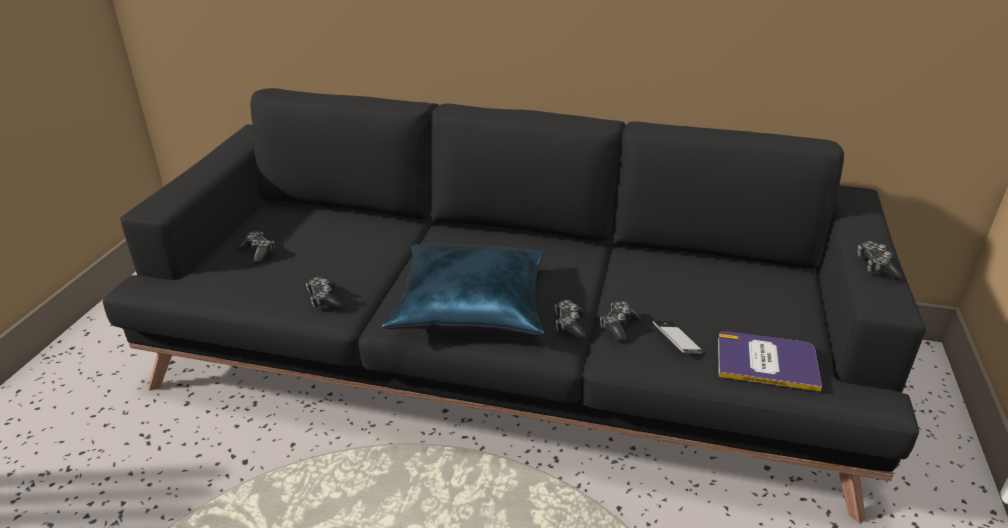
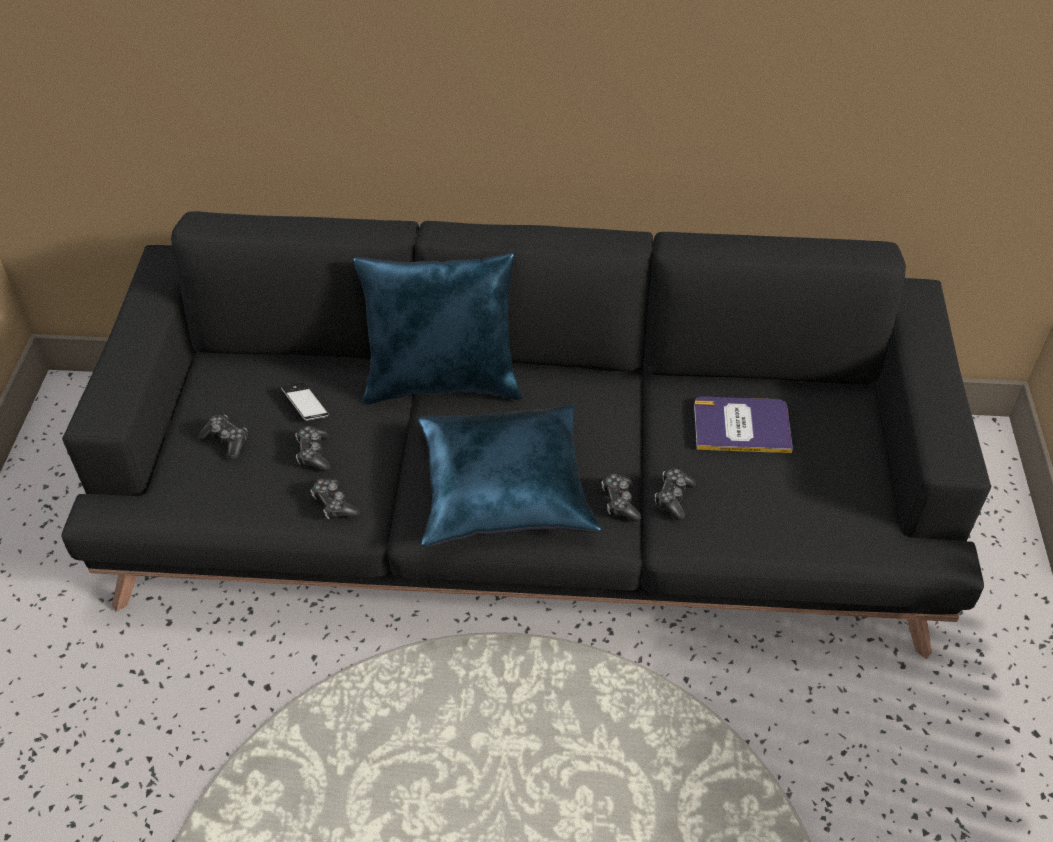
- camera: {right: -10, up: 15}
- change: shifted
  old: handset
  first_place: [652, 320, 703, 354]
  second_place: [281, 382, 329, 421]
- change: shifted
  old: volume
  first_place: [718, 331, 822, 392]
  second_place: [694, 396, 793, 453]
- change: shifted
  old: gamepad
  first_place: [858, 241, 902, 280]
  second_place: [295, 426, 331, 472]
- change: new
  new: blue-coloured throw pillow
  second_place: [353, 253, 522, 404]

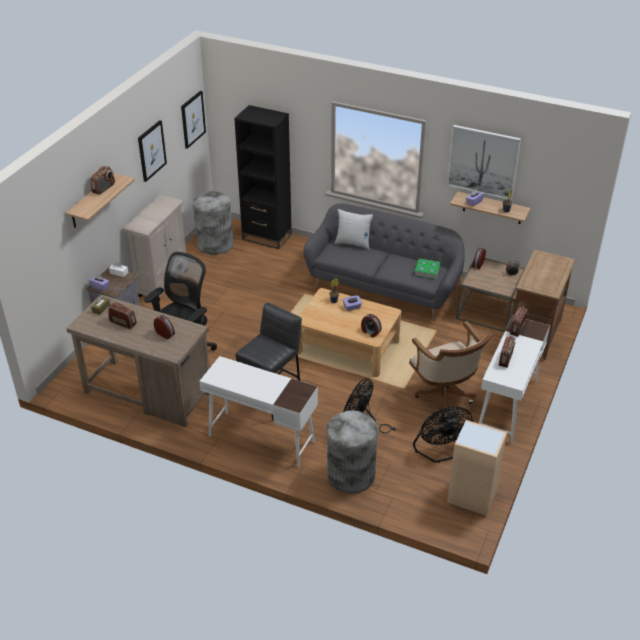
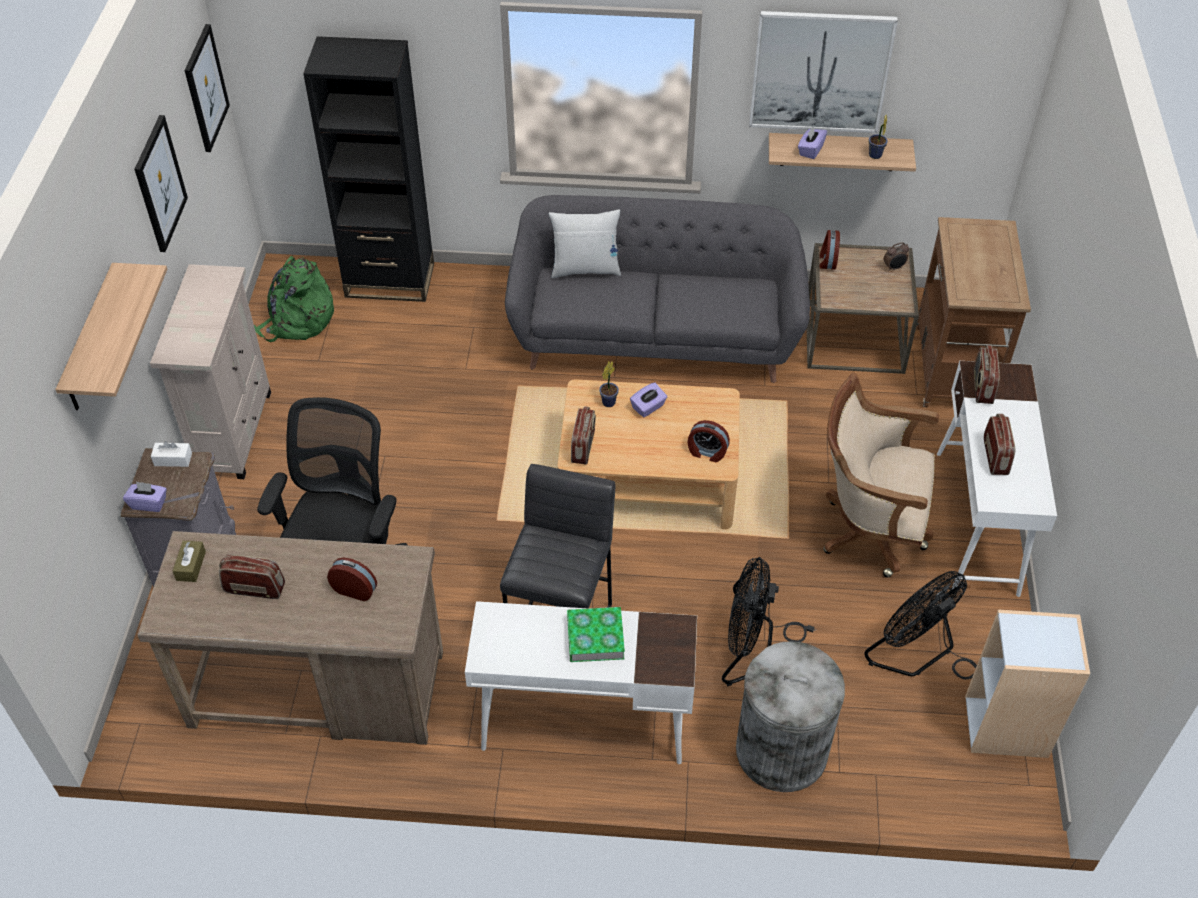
- camera: {right: -20, up: 10}
- change: shifted
  old: radio receiver
  first_place: [90, 166, 115, 195]
  second_place: [571, 406, 596, 465]
- change: swapped
  old: grey trash can
  new: greenish knapsack
  first_place: [193, 191, 233, 255]
  second_place: [254, 256, 334, 342]
- change: rotated
  old: office chair
  first_place: [409, 321, 494, 415]
  second_place: [823, 372, 939, 577]
  degrees: 150
- change: shifted
  old: volume
  first_place: [414, 259, 440, 279]
  second_place: [567, 607, 625, 662]

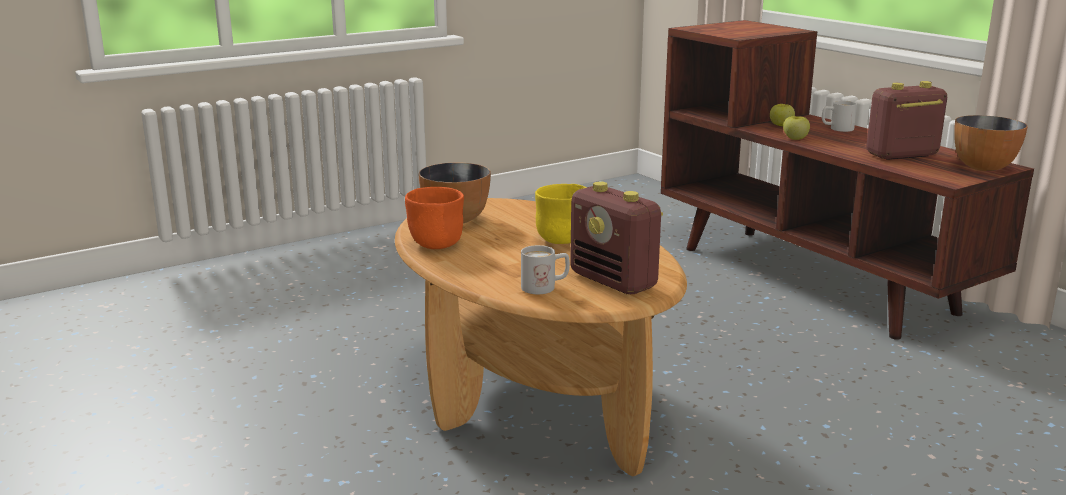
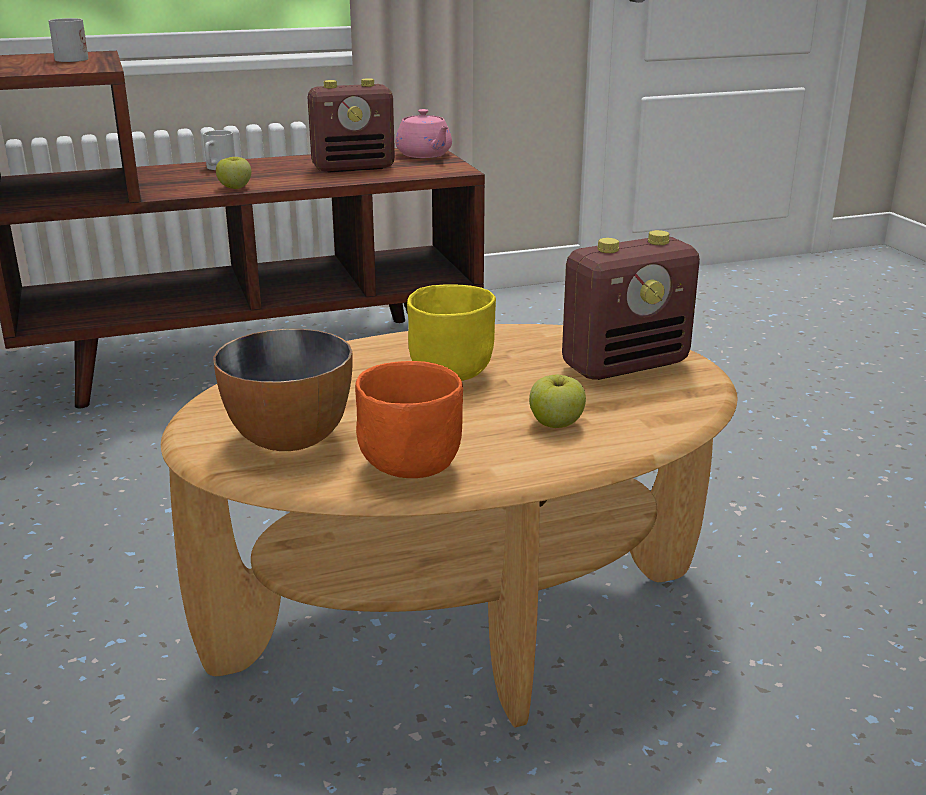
- camera: {right: -75, up: 5}
- change: shifted
  old: white mug
  first_place: [521, 245, 570, 294]
  second_place: [48, 18, 89, 62]
- change: shifted
  old: apple fruit
  first_place: [770, 104, 795, 126]
  second_place: [529, 375, 586, 428]
- change: rotated
  old: radio receiver
  first_place: [866, 81, 947, 160]
  second_place: [307, 78, 395, 173]
  degrees: -105
- change: swapped
  old: deep dish
  new: pink-coloured teapot
  first_place: [954, 115, 1028, 171]
  second_place: [395, 109, 452, 158]

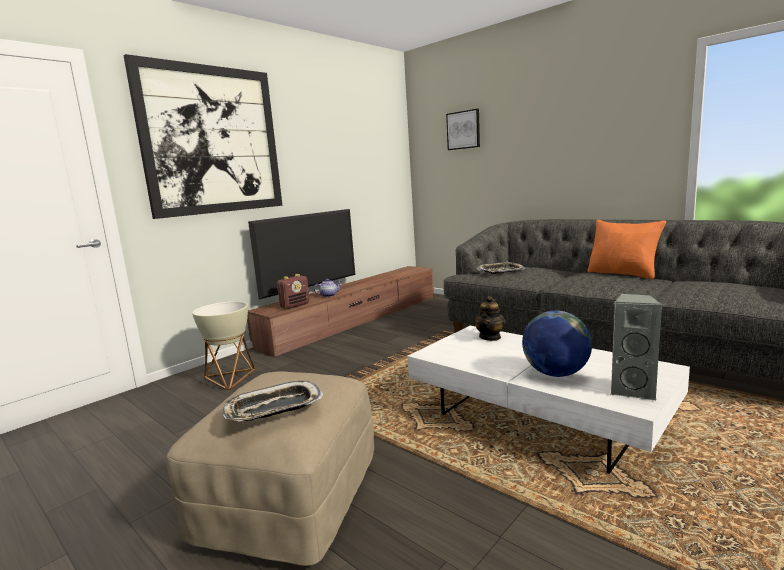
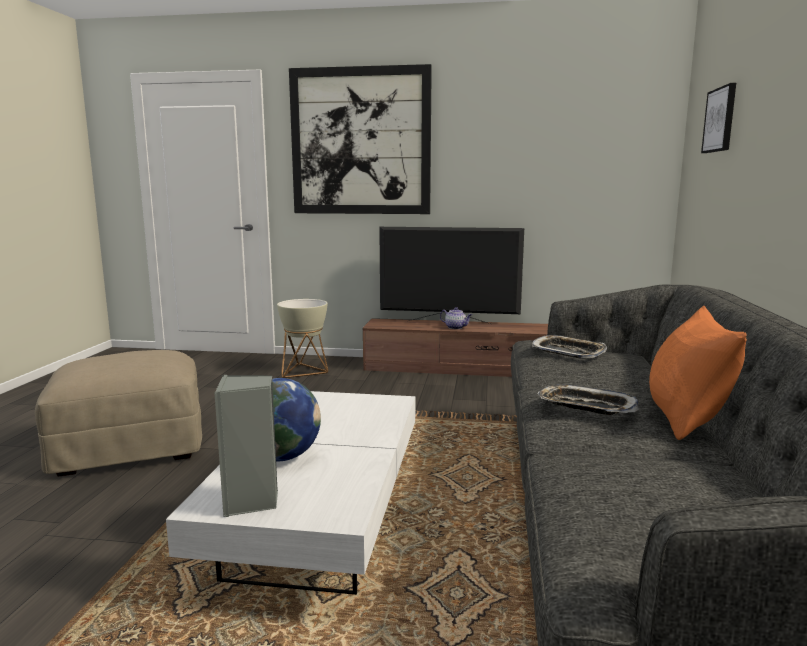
- camera: {right: 55, up: 0}
- change: shifted
  old: serving tray
  first_place: [222, 381, 324, 421]
  second_place: [537, 384, 639, 415]
- change: gone
  old: radio receiver
  first_place: [277, 274, 310, 309]
- change: gone
  old: teapot
  first_place: [474, 296, 506, 341]

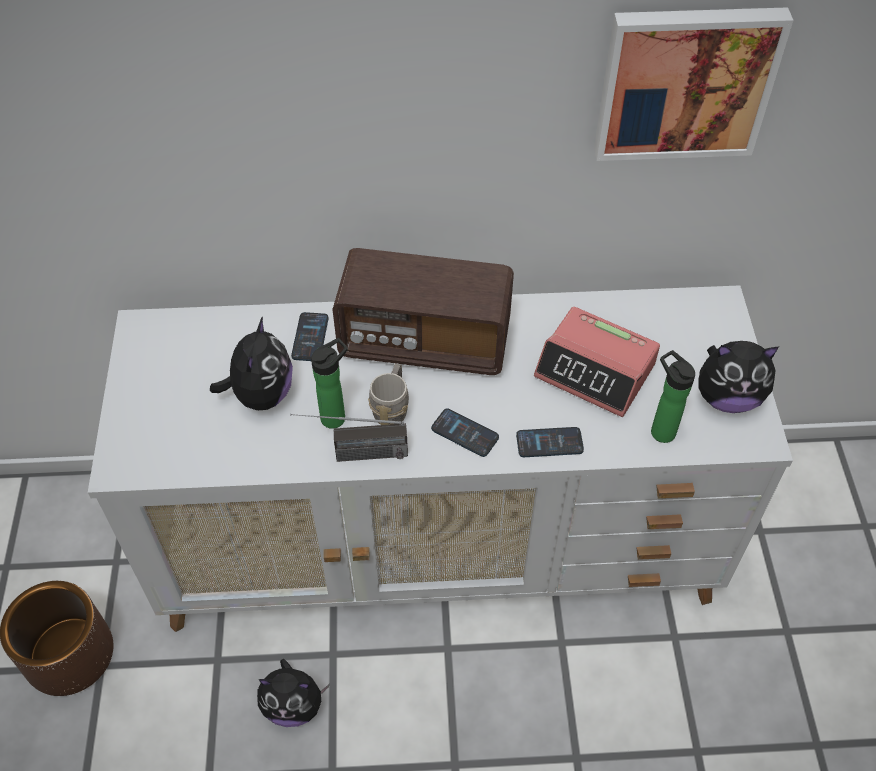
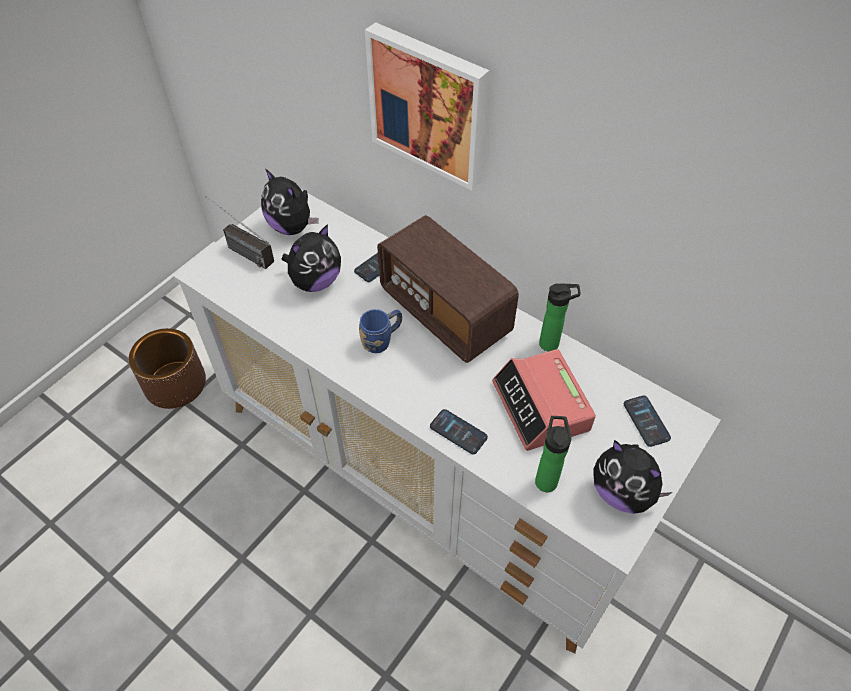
- camera: {right: 40, up: 0}
- change: shifted
  old: cuddly toy
  first_place: [257, 659, 329, 727]
  second_place: [261, 169, 319, 235]
- change: shifted
  old: radio receiver
  first_place: [290, 414, 408, 462]
  second_place: [206, 196, 274, 269]
- change: shifted
  old: drink bottle
  first_place: [311, 338, 348, 429]
  second_place: [539, 283, 580, 351]
- change: repainted
  old: grey mug
  new: blue-coloured mug
  first_place: [368, 364, 409, 425]
  second_place: [359, 309, 402, 353]
- change: shifted
  old: handset
  first_place: [431, 408, 499, 457]
  second_place: [624, 395, 671, 447]
- change: shifted
  old: picture
  first_place: [594, 7, 794, 161]
  second_place: [365, 22, 489, 190]

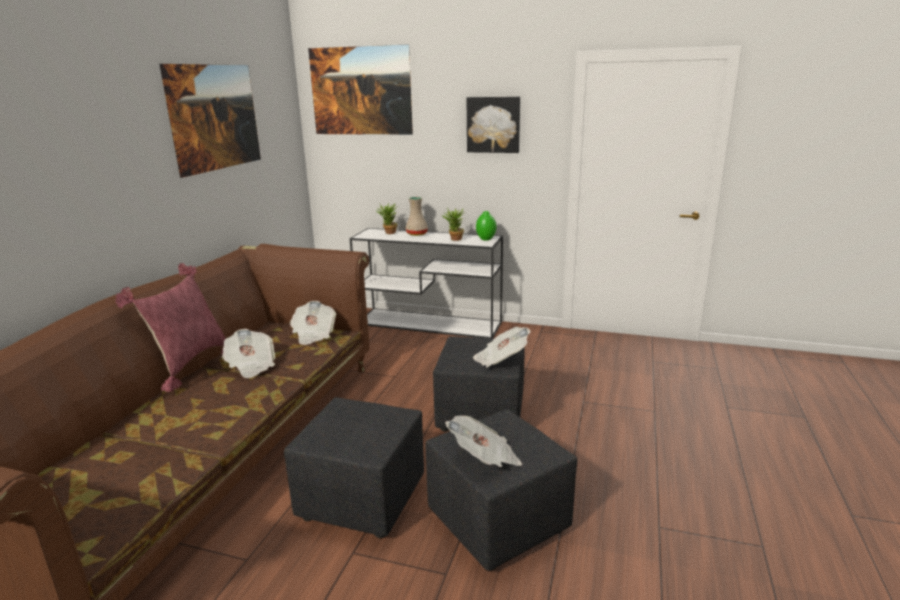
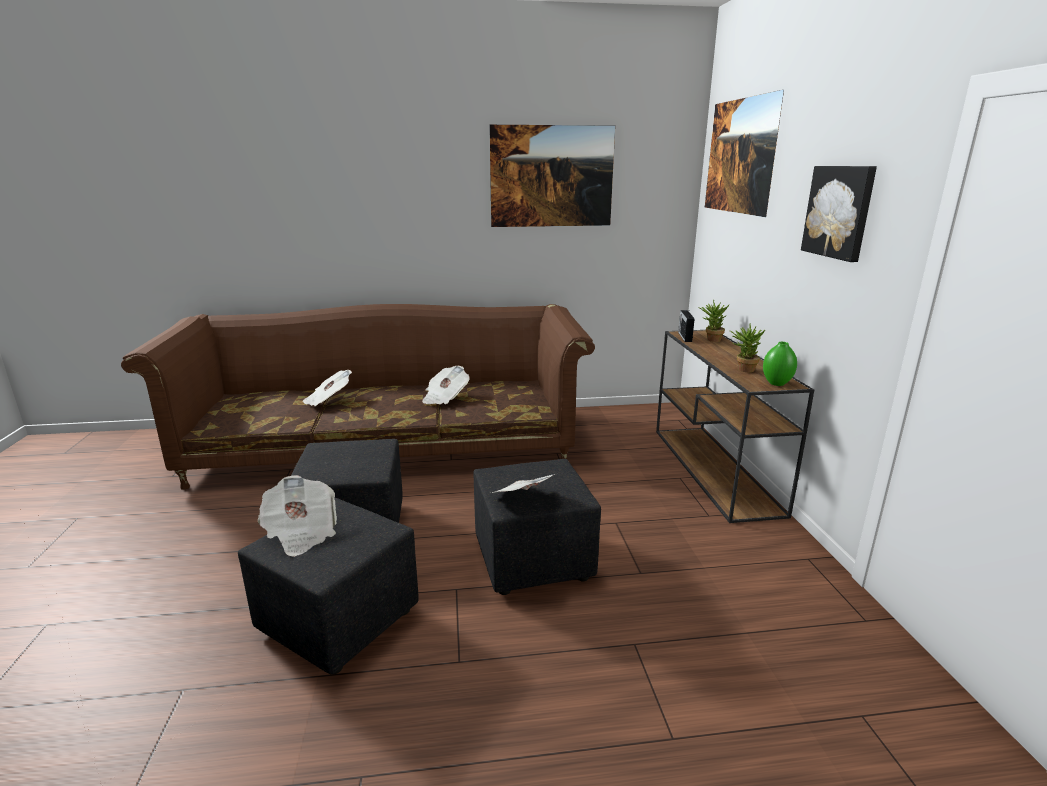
- camera: {right: 65, up: 0}
- change: gone
  old: reddish throw pillow
  first_place: [115, 263, 226, 393]
- change: shifted
  old: daily paper
  first_place: [290, 301, 336, 345]
  second_place: [303, 370, 352, 406]
- change: repainted
  old: white hall table
  new: brownish hall table
  first_place: [350, 228, 503, 339]
  second_place: [656, 330, 814, 523]
- change: gone
  old: beige vase
  first_place: [405, 197, 428, 236]
- change: new
  new: radio receiver
  second_place: [678, 310, 695, 342]

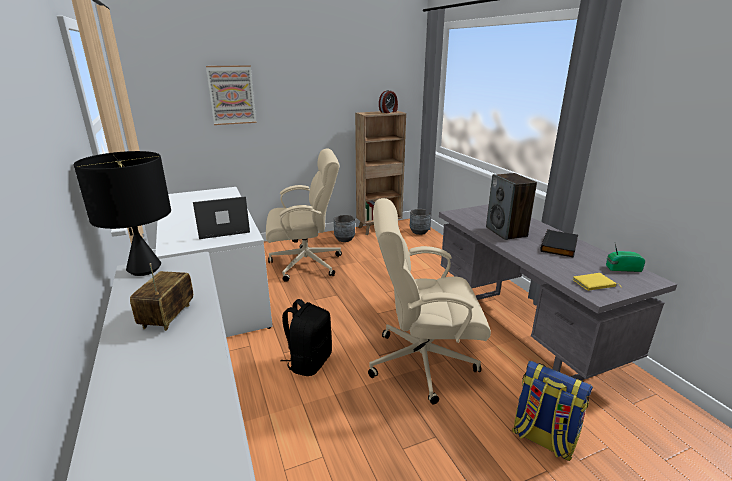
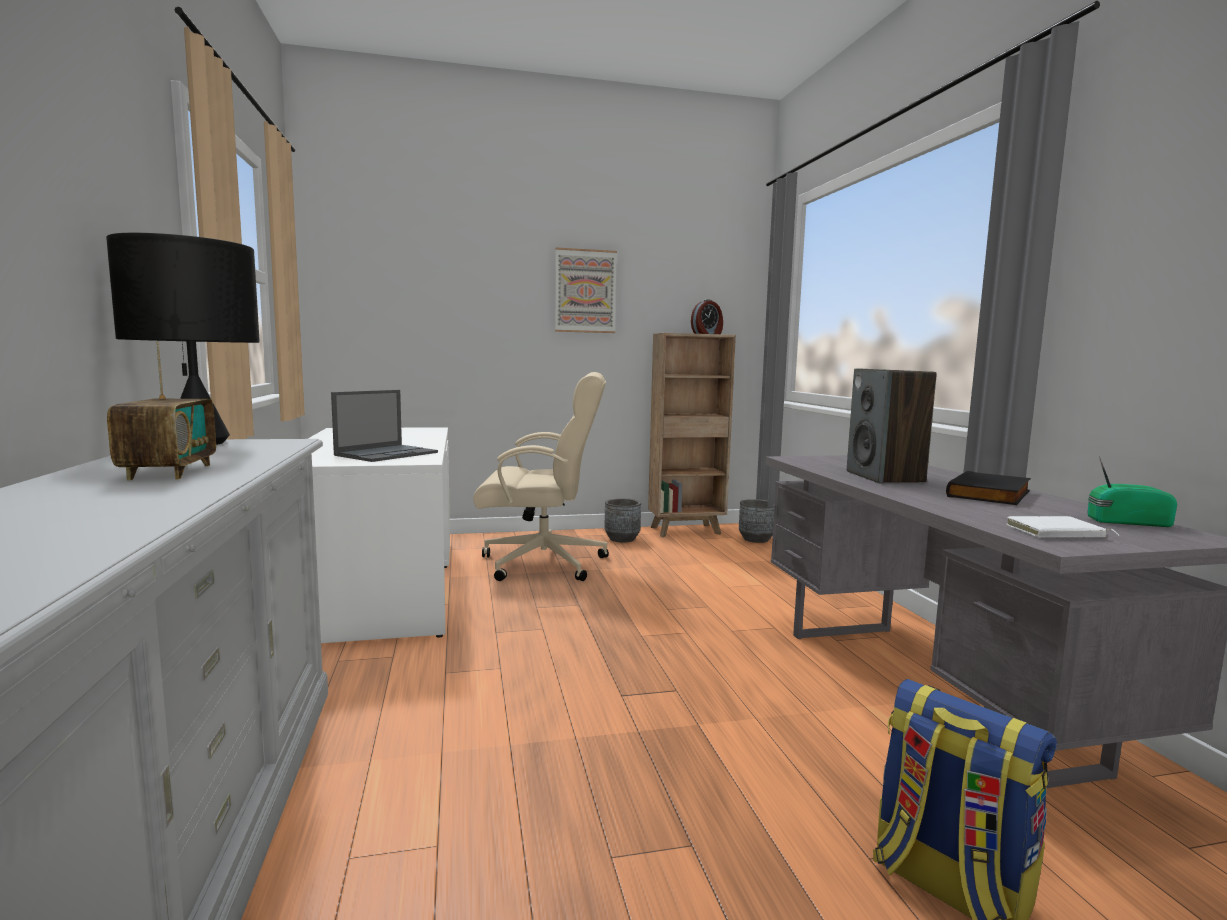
- camera: {right: 10, up: -15}
- change: rotated
  old: radio receiver
  first_place: [130, 263, 193, 331]
  second_place: [107, 342, 216, 480]
  degrees: 150
- change: rotated
  old: portable computer
  first_place: [193, 196, 250, 239]
  second_place: [331, 390, 438, 462]
  degrees: 135
- change: shifted
  old: picture
  first_place: [206, 65, 256, 125]
  second_place: [555, 247, 617, 333]
- change: gone
  old: blackish knapsack
  first_place: [280, 299, 332, 376]
- change: gone
  old: beige office chair
  first_place: [368, 198, 491, 404]
- change: repainted
  old: yellowish volume
  new: white volume
  first_place: [573, 273, 622, 291]
  second_place: [1006, 516, 1120, 538]

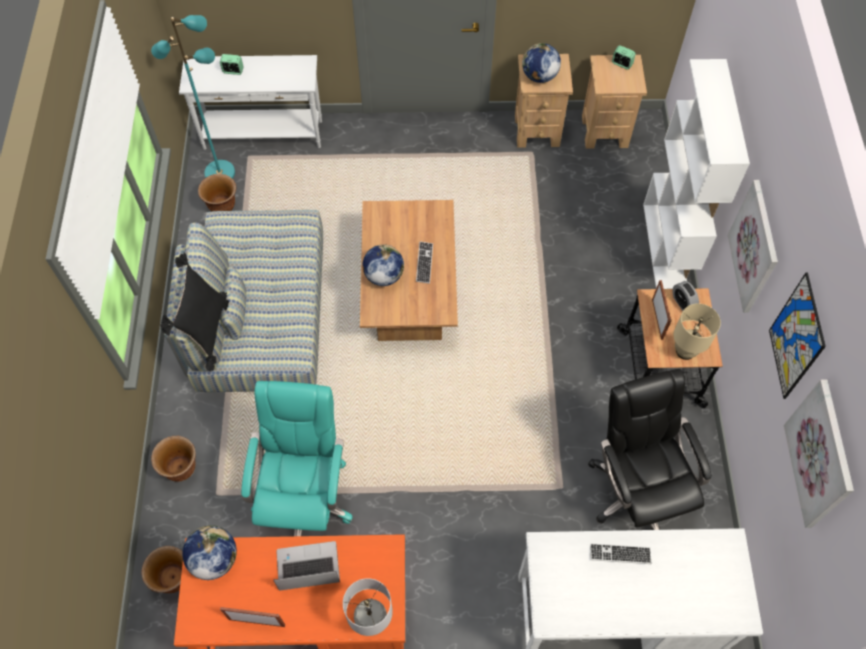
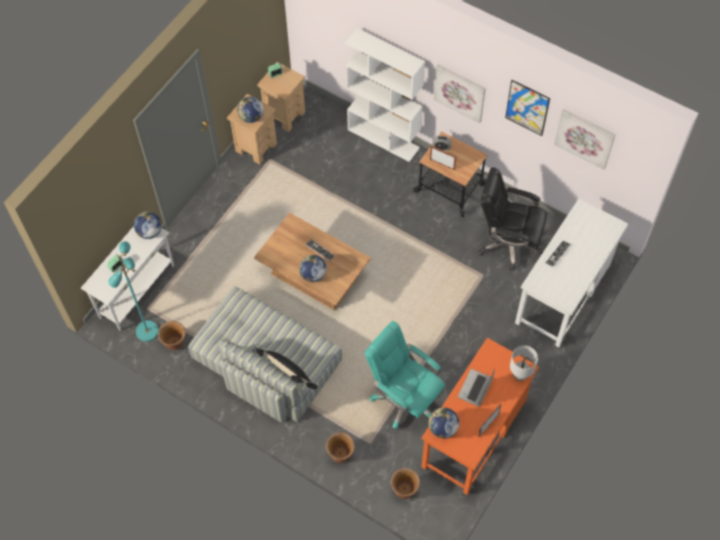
- camera: {right: -55, up: 0}
- change: gone
  old: beige tabletop lamp
  first_place: [674, 304, 721, 360]
- change: new
  new: world globe
  second_place: [134, 211, 162, 239]

